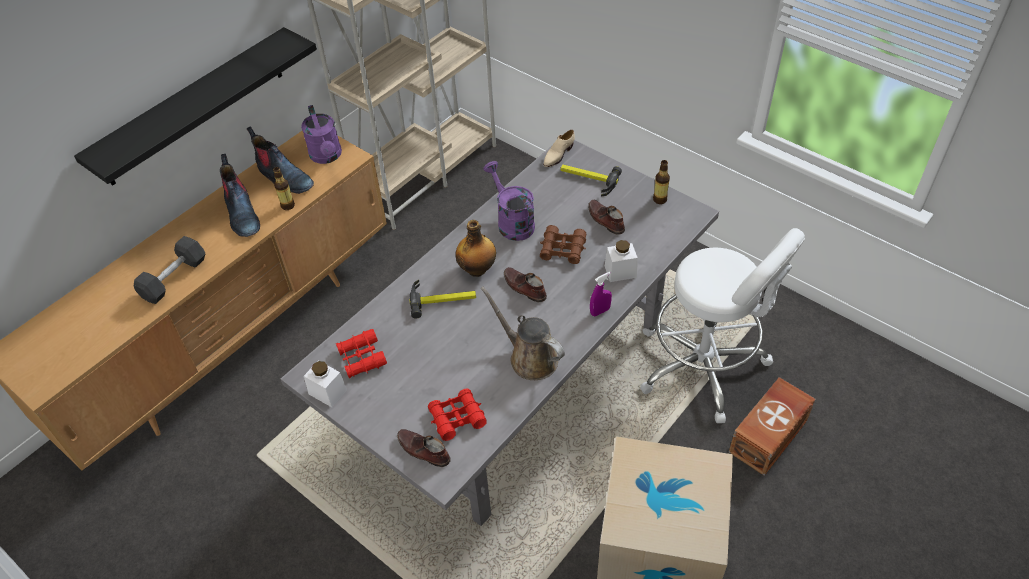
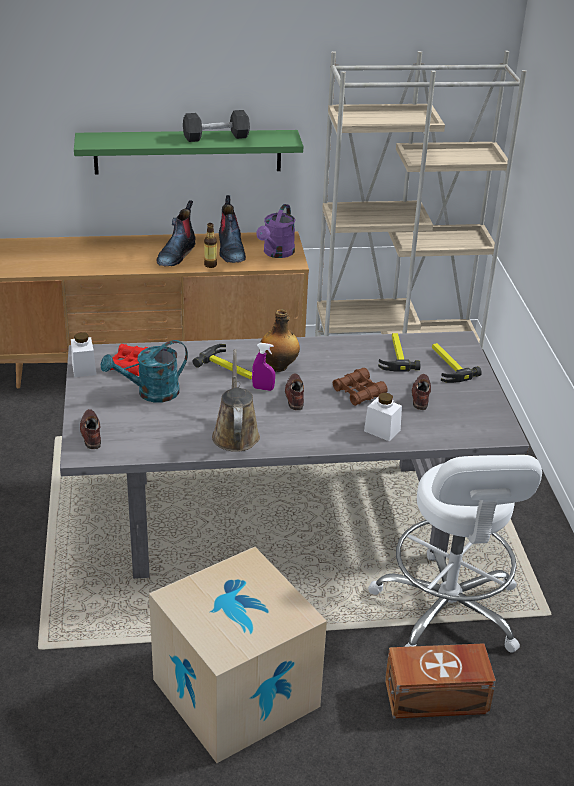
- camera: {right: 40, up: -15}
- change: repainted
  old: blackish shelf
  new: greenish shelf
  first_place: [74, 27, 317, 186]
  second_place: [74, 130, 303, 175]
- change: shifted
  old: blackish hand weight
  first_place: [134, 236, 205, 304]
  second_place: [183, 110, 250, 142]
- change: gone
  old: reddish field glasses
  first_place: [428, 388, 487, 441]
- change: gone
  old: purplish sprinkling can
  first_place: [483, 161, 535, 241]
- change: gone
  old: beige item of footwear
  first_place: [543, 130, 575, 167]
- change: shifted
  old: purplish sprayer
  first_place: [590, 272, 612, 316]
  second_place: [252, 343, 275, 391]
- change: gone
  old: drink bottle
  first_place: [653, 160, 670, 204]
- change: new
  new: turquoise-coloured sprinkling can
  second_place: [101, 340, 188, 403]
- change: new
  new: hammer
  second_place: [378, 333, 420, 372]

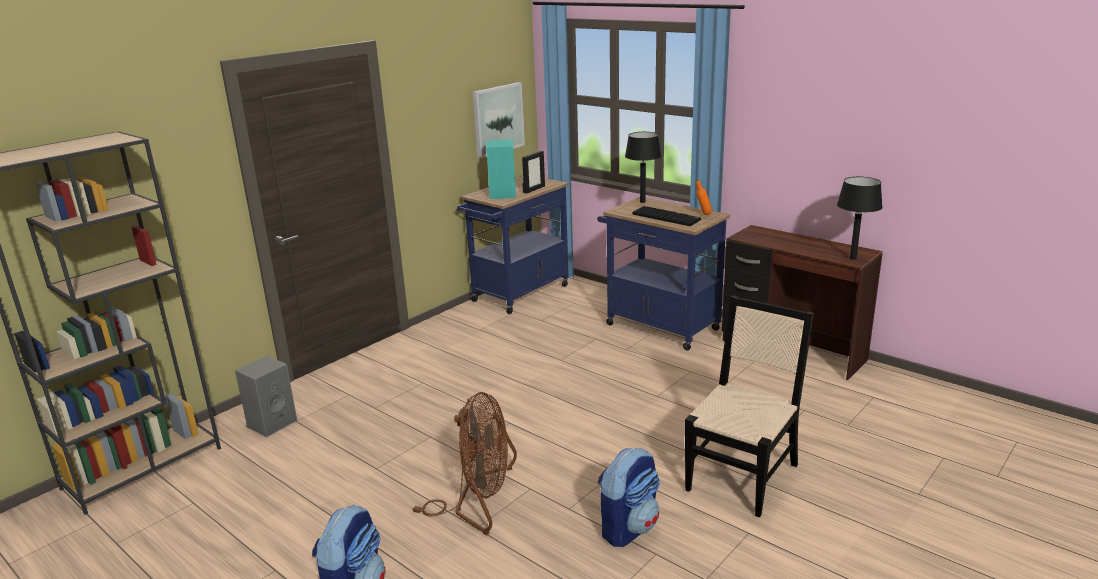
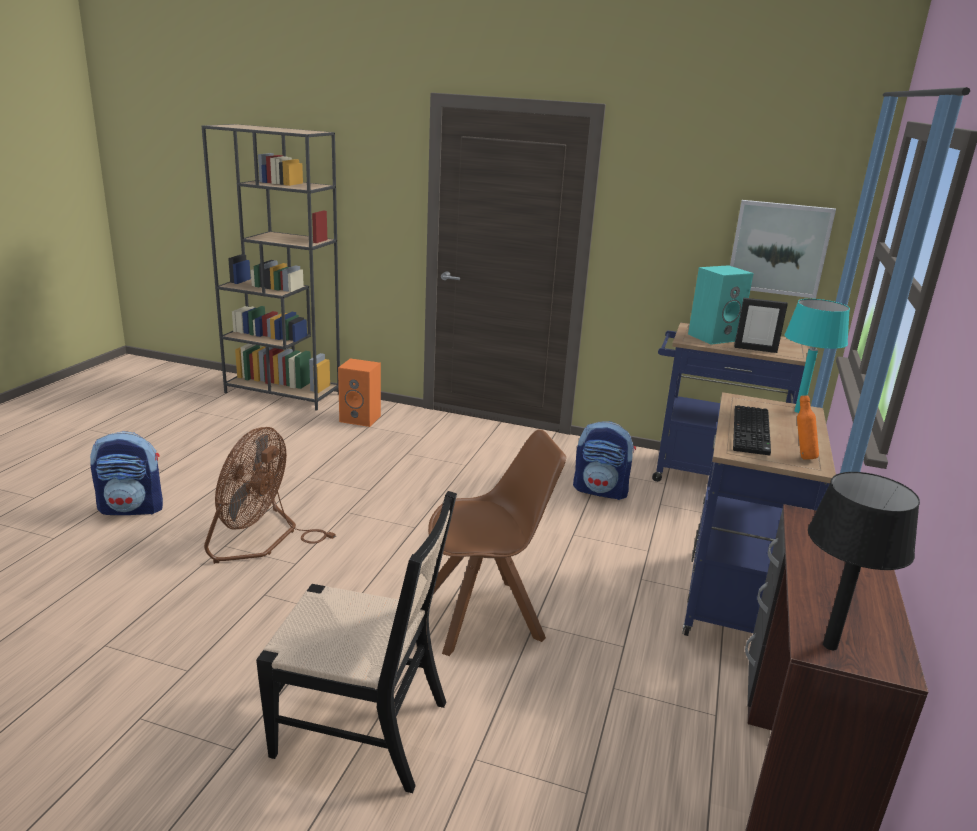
- camera: {right: 65, up: 0}
- change: repainted
  old: grey speaker
  new: orange speaker
  first_place: [235, 356, 297, 437]
  second_place: [338, 358, 381, 427]
- change: rotated
  old: brownish electric fan
  first_place: [412, 392, 517, 536]
  second_place: [204, 427, 336, 564]
  degrees: 120
- change: shifted
  old: knapsack
  first_place: [598, 448, 660, 547]
  second_place: [573, 421, 636, 500]
- change: repainted
  old: blackish tabletop lamp
  new: turquoise-coloured tabletop lamp
  first_place: [625, 132, 661, 203]
  second_place: [784, 299, 850, 413]
- change: new
  new: brownish plain chair
  second_place: [428, 430, 566, 656]

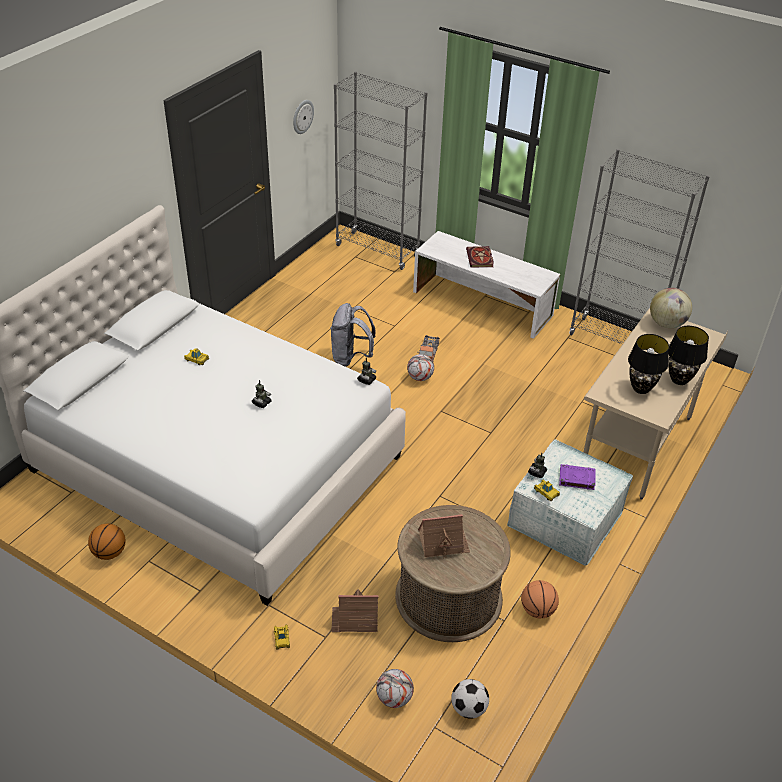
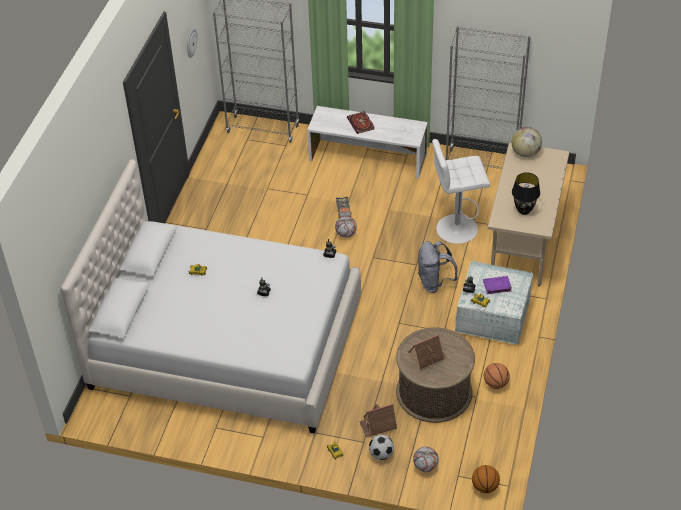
- camera: {right: -15, up: 5}
- change: shifted
  old: basketball
  first_place: [88, 523, 126, 560]
  second_place: [472, 465, 500, 493]
- change: shifted
  old: grey knapsack
  first_place: [330, 303, 376, 367]
  second_place: [418, 241, 458, 293]
- change: shifted
  old: football
  first_place: [451, 679, 489, 719]
  second_place: [369, 435, 394, 460]
- change: gone
  old: blackish tabletop lamp
  first_place: [668, 326, 709, 385]
- change: new
  new: white stool seat
  second_place: [432, 139, 490, 244]

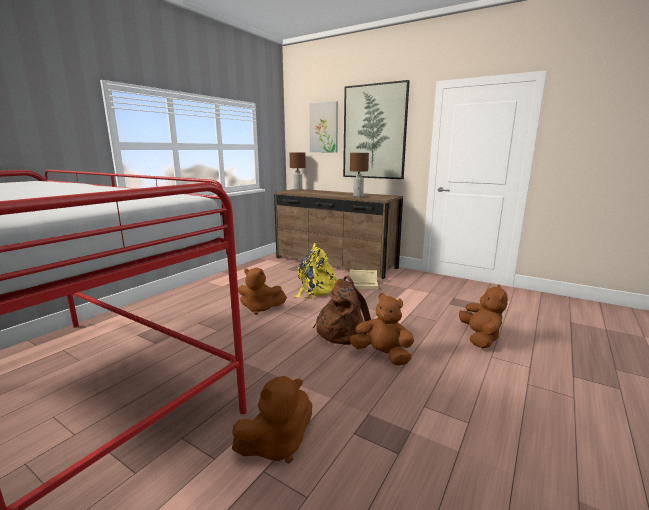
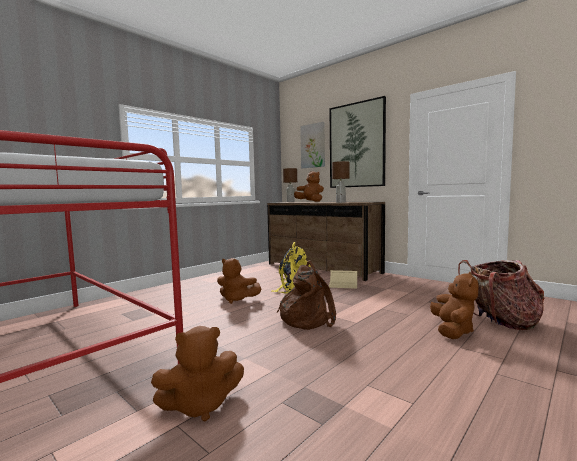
- camera: {right: 10, up: -10}
- change: shifted
  old: brownish cuddly toy
  first_place: [349, 293, 414, 366]
  second_place: [294, 171, 324, 202]
- change: new
  new: knapsack
  second_place: [458, 260, 545, 330]

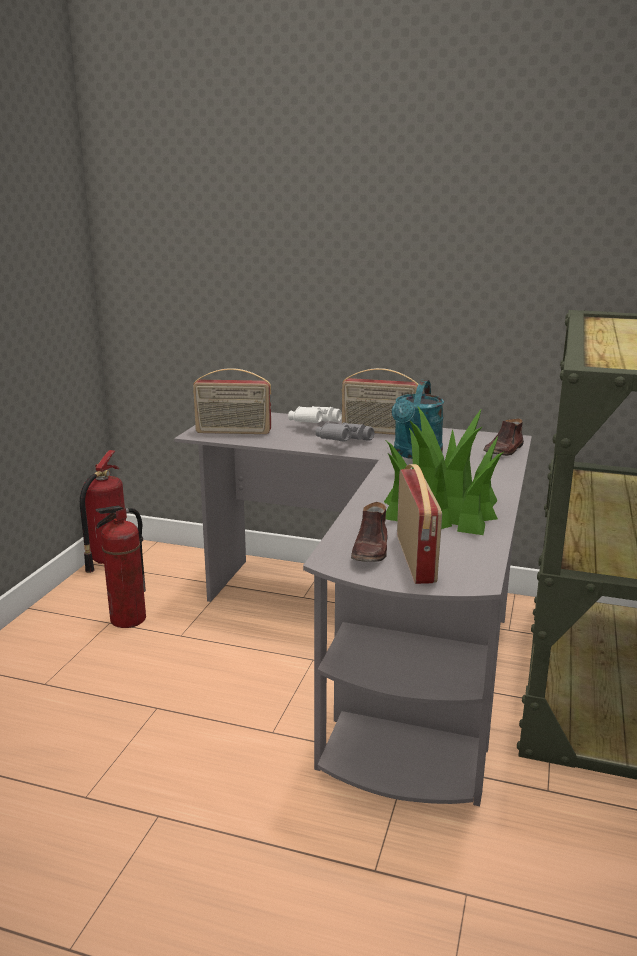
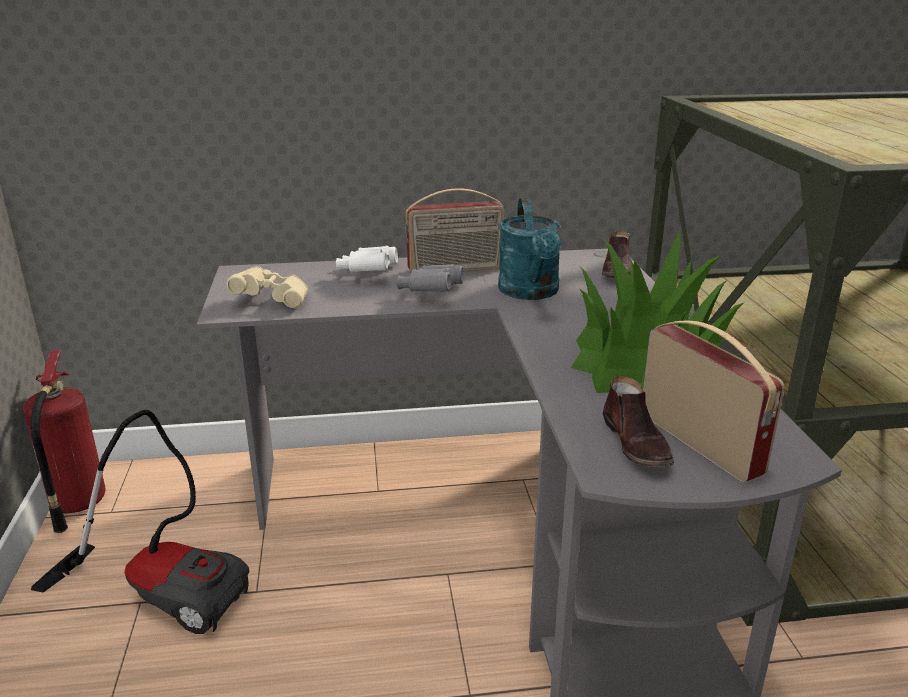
- camera: {right: -25, up: 5}
- change: swapped
  old: extinguisher
  new: vacuum
  first_place: [96, 506, 146, 628]
  second_place: [31, 410, 249, 634]
- change: swapped
  old: radio receiver
  new: beige field glasses
  first_place: [193, 368, 272, 434]
  second_place: [227, 266, 308, 308]

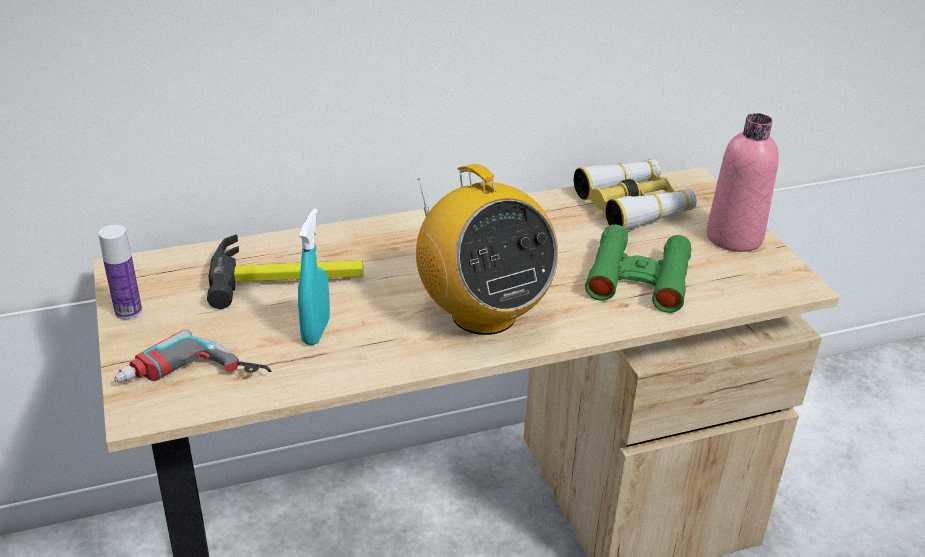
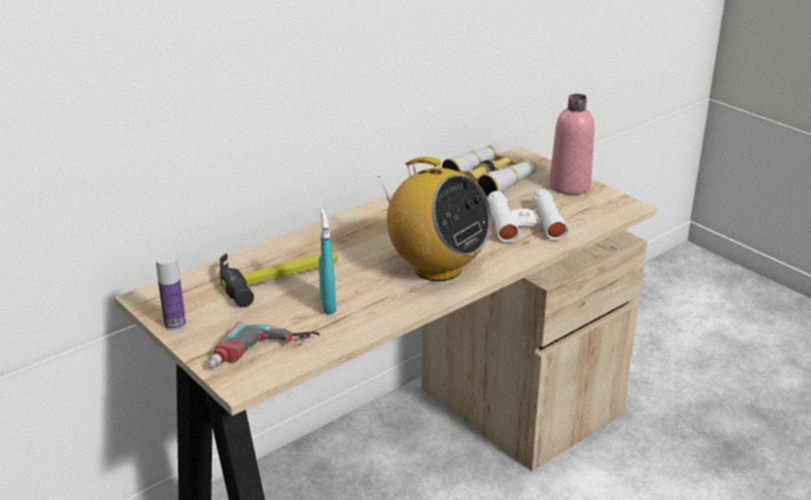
- camera: {right: -20, up: -5}
- change: repainted
  old: greenish field glasses
  new: white field glasses
  first_place: [585, 224, 691, 313]
  second_place: [487, 189, 568, 243]

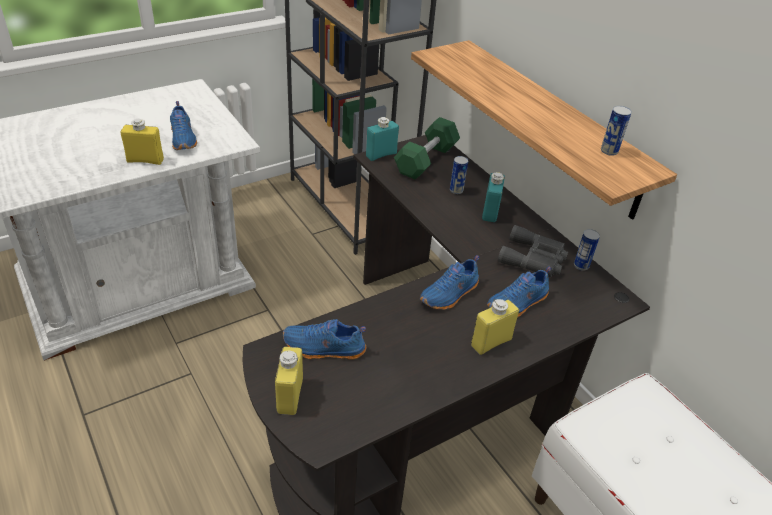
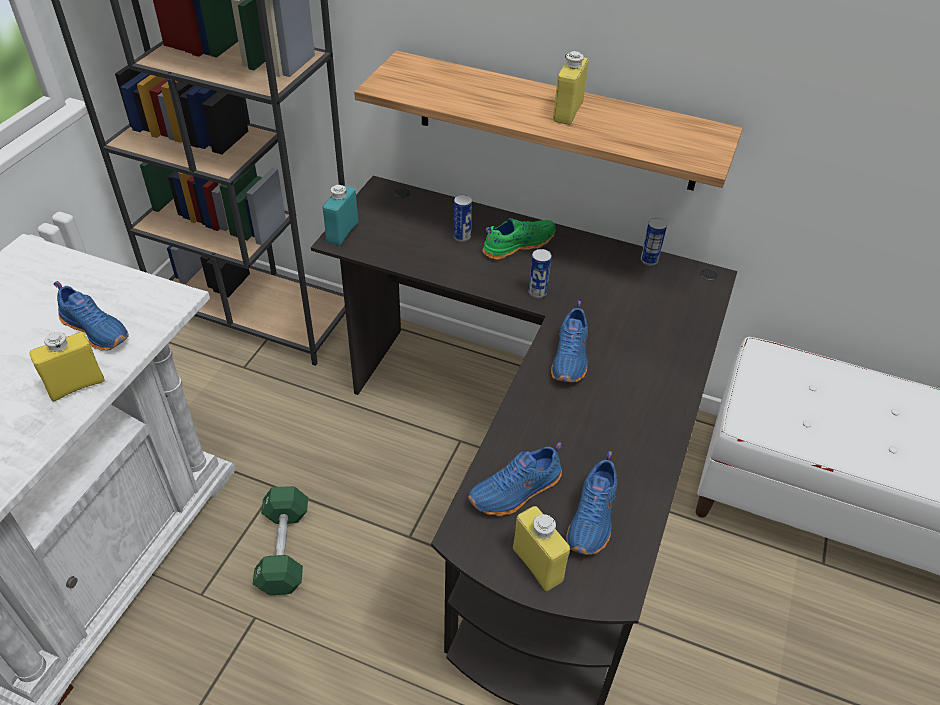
- camera: {right: -35, up: 5}
- change: shifted
  old: greenish hand weight
  first_place: [394, 117, 460, 180]
  second_place: [253, 486, 308, 595]
- change: shifted
  old: yellowish drink bottle
  first_place: [471, 299, 519, 355]
  second_place: [553, 51, 589, 125]
- change: swapped
  old: turquoise-coloured drink bottle
  new: greenish item of footwear
  first_place: [482, 172, 505, 222]
  second_place: [482, 218, 555, 260]
- change: shifted
  old: blue-coloured item of footwear
  first_place: [487, 266, 552, 317]
  second_place: [566, 451, 617, 555]
- change: gone
  old: grey field glasses
  first_place: [498, 225, 568, 277]
- change: shifted
  old: sealed can
  first_place: [601, 106, 632, 156]
  second_place: [529, 249, 552, 298]

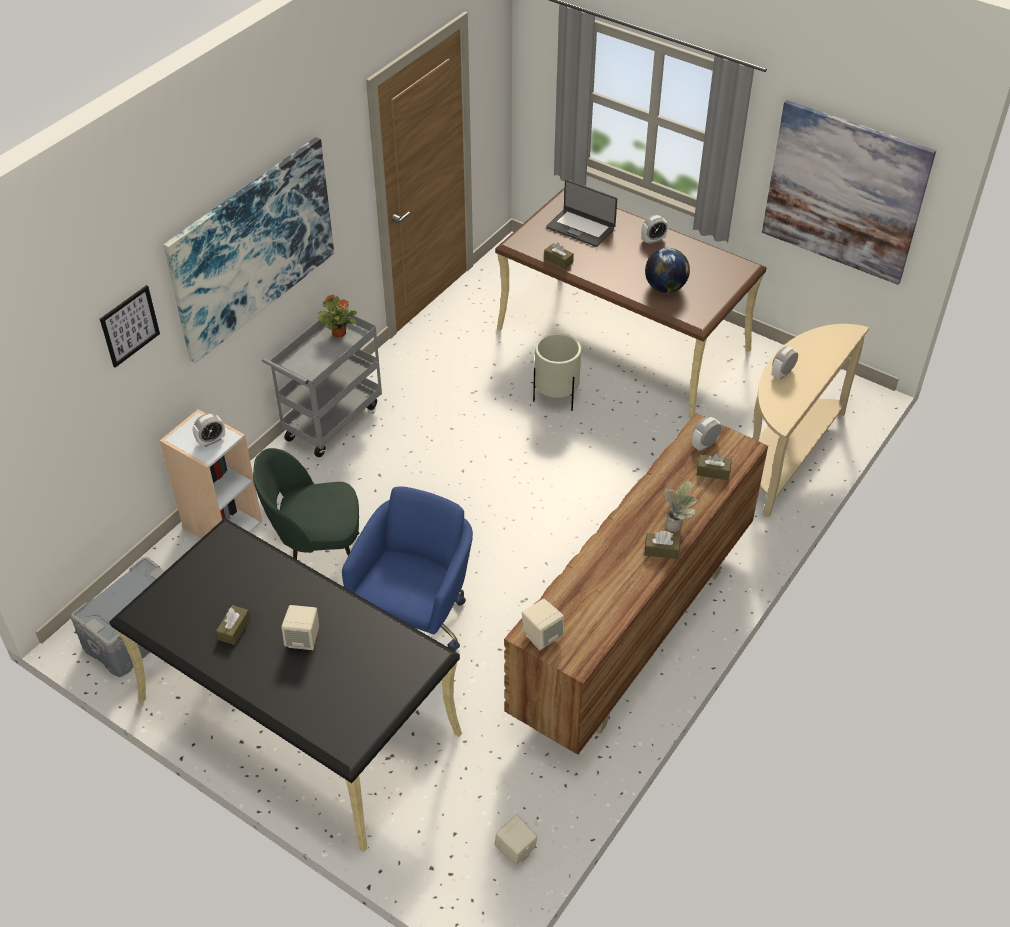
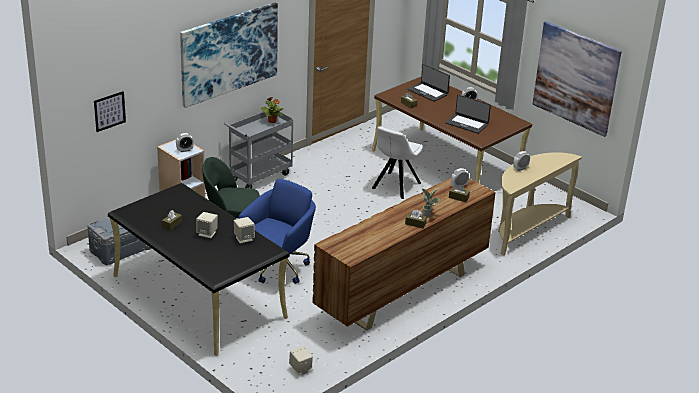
- camera: {right: 10, up: -15}
- change: shifted
  old: picture
  first_place: [100, 285, 160, 368]
  second_place: [94, 91, 126, 132]
- change: shifted
  old: beige speaker
  first_place: [522, 599, 564, 650]
  second_place: [234, 217, 255, 244]
- change: swapped
  old: beige planter
  new: white plain chair
  first_place: [533, 333, 581, 411]
  second_place: [372, 126, 423, 199]
- change: swapped
  old: world globe
  new: portable computer
  first_place: [645, 248, 690, 293]
  second_place: [445, 95, 491, 134]

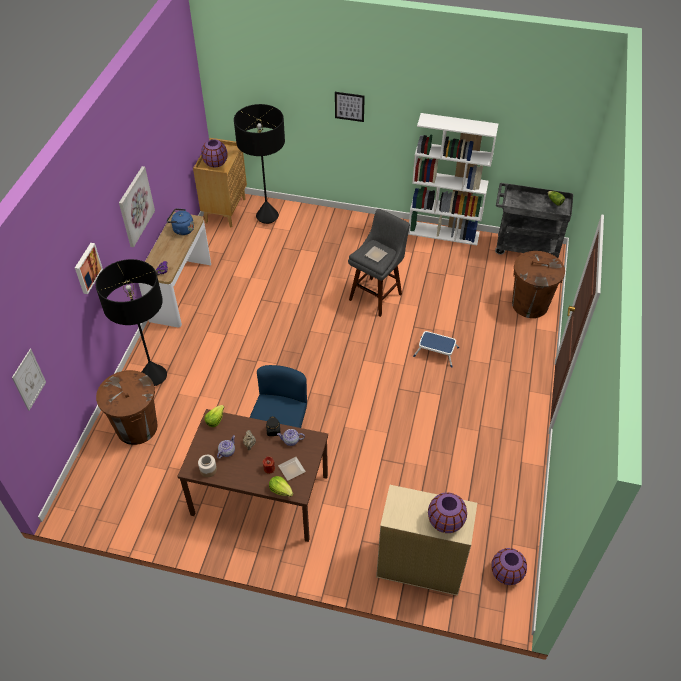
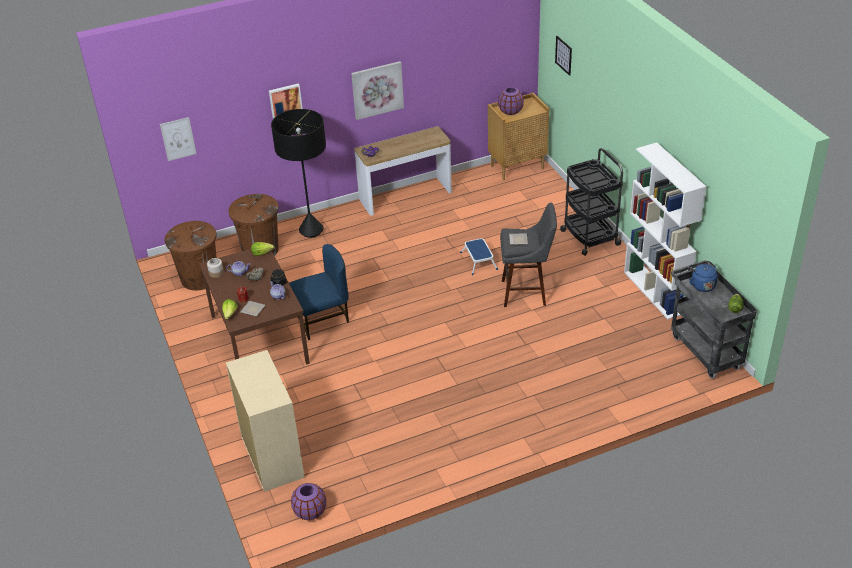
- camera: {right: 55, up: -10}
- change: shifted
  old: blue-coloured water kettle
  first_place: [167, 209, 194, 235]
  second_place: [689, 261, 718, 292]
- change: gone
  old: blackish standing lamp
  first_place: [234, 104, 285, 224]
- change: shifted
  old: picture
  first_place: [335, 92, 365, 122]
  second_place: [555, 36, 572, 76]
- change: shifted
  old: blue-coloured step ladder
  first_place: [413, 331, 459, 368]
  second_place: [460, 238, 498, 276]
- change: gone
  old: purplish vase
  first_place: [428, 492, 467, 533]
- change: shifted
  old: brownish trash can
  first_place: [512, 251, 565, 318]
  second_place: [165, 221, 217, 290]
- change: new
  new: blackish trolley
  second_place: [560, 148, 623, 256]

